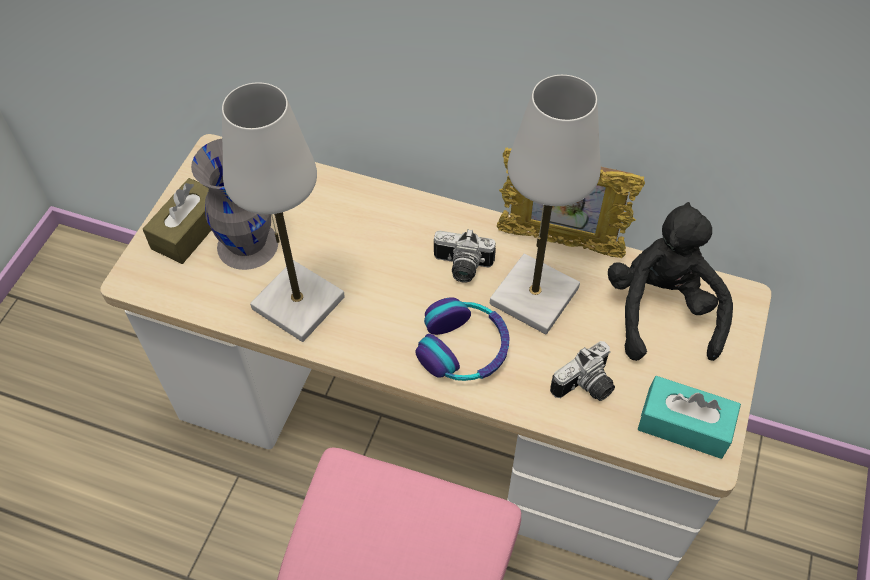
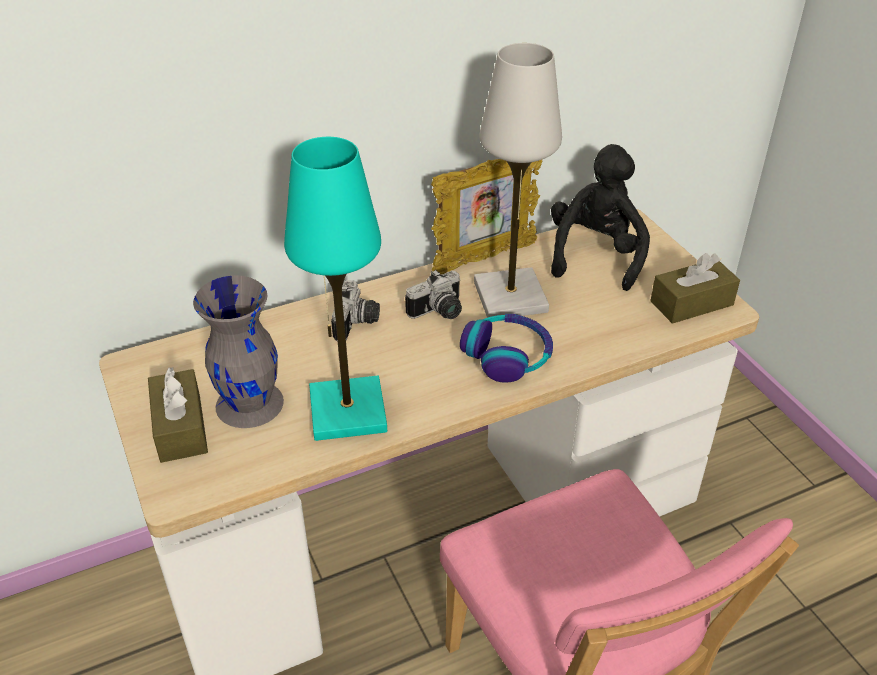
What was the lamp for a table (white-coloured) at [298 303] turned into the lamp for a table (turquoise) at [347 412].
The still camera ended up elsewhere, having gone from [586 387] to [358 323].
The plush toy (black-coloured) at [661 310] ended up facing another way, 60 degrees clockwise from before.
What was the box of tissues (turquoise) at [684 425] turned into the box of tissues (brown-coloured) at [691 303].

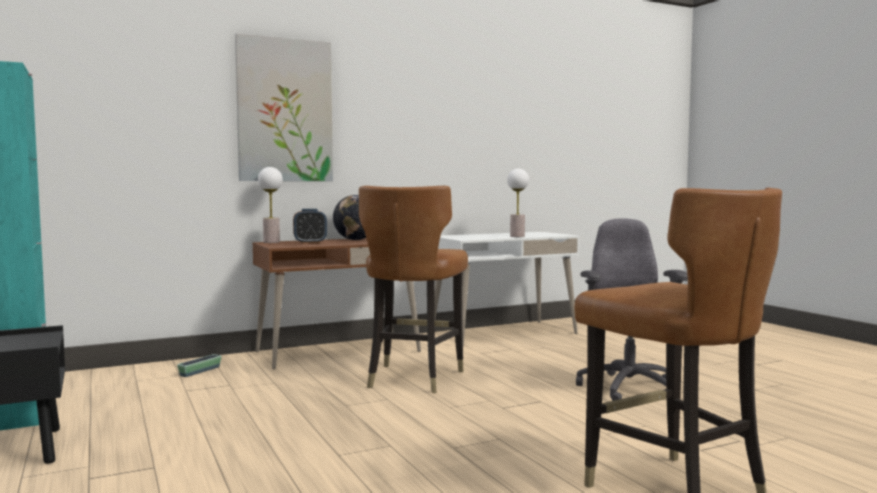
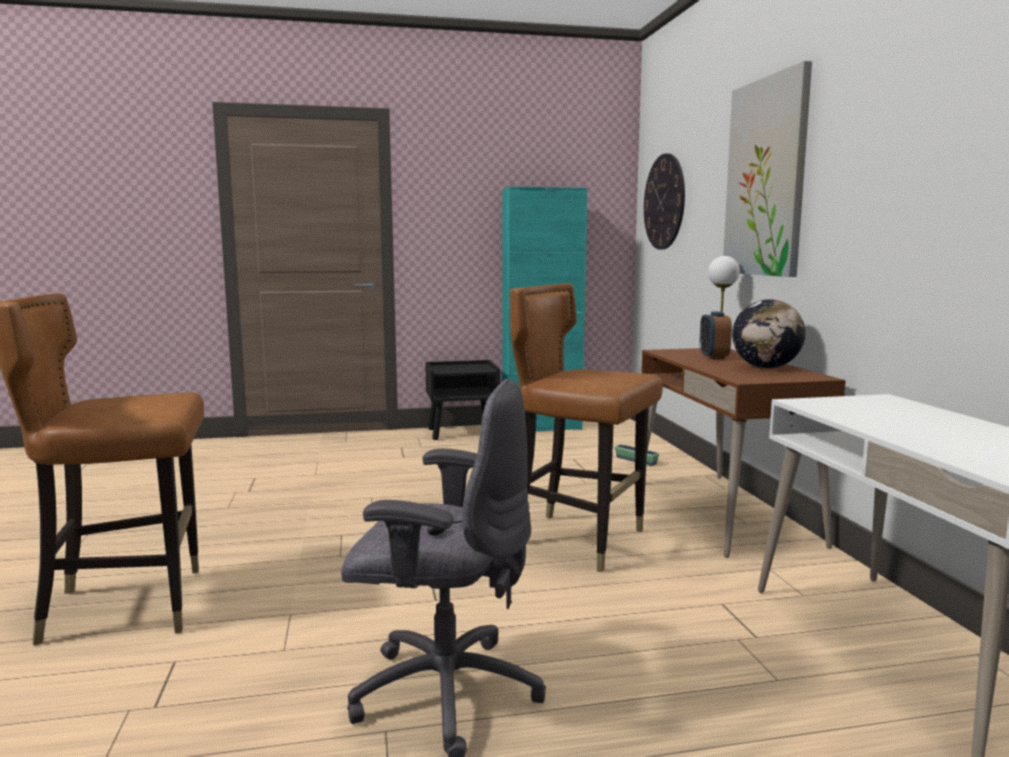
The second view gained the wall clock at [664 202].
The second view lost the lamp for a table at [517 236].

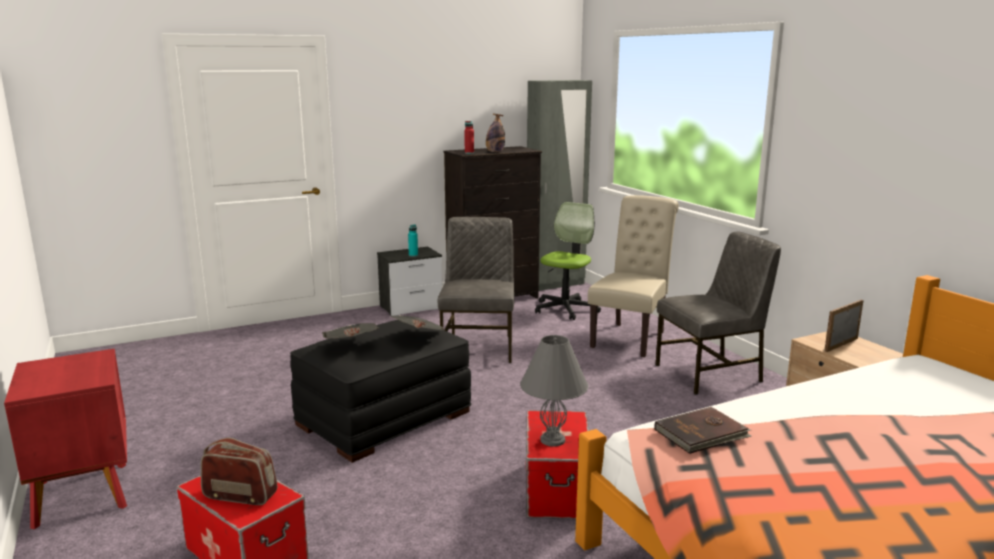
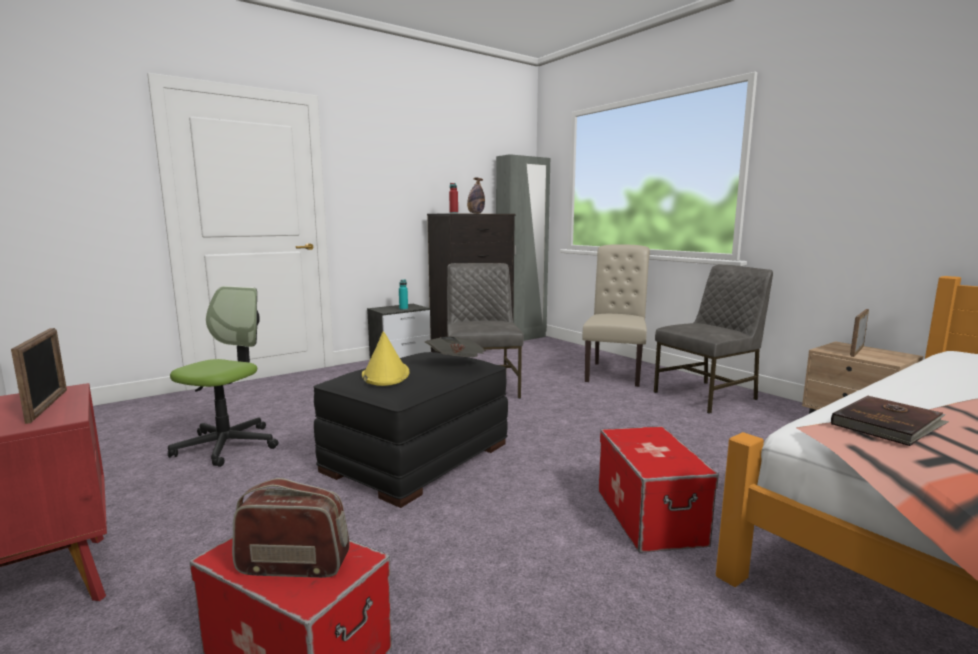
The second view gained the photo frame at [47 406].
The computer chair ended up elsewhere, having gone from [565 309] to [227 445].
Where the daily paper stood at [351 346], the wearable hat (yellow) came to stand at [385 375].
The second view lost the lamp for a table (greyish) at [552 440].

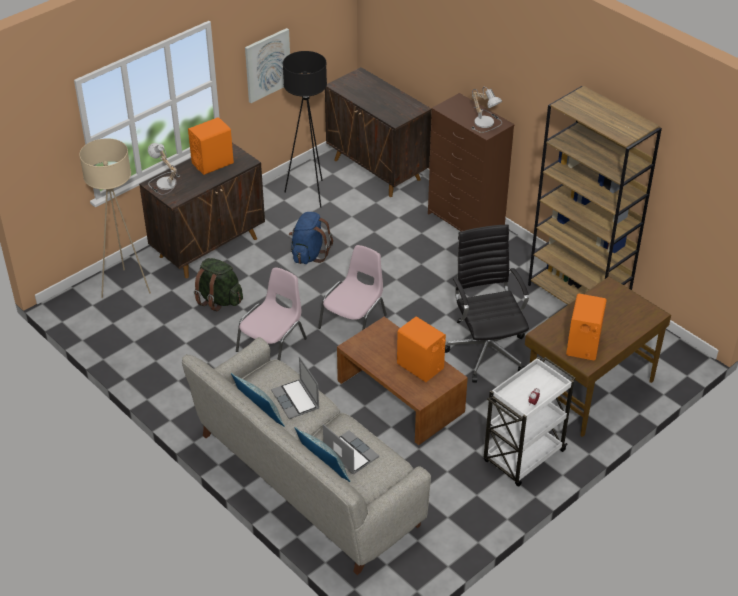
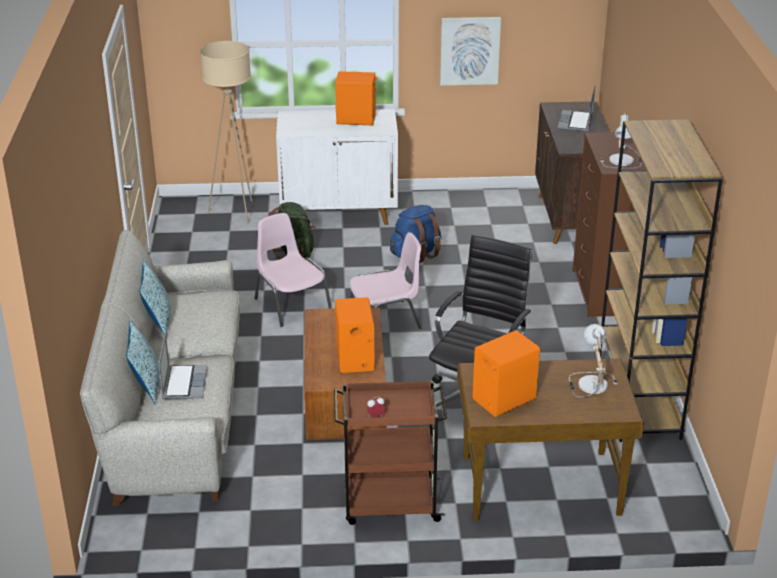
The upright chair (pink) at [273 345] ended up facing another way, 105 degrees counterclockwise from before.
What was the cabinet (brown-coloured) at [209 247] turned into the cabinet (white-coloured) at [339 214].
What was the trolley (white-coloured) at [523 457] turned into the trolley (brown-coloured) at [389 504].
The portable computer ended up elsewhere, having gone from [296 400] to [576 122].
The lamp for a table ended up elsewhere, having gone from [164 183] to [589 384].
The second view lost the standard lamp (black-coloured) at [309 193].

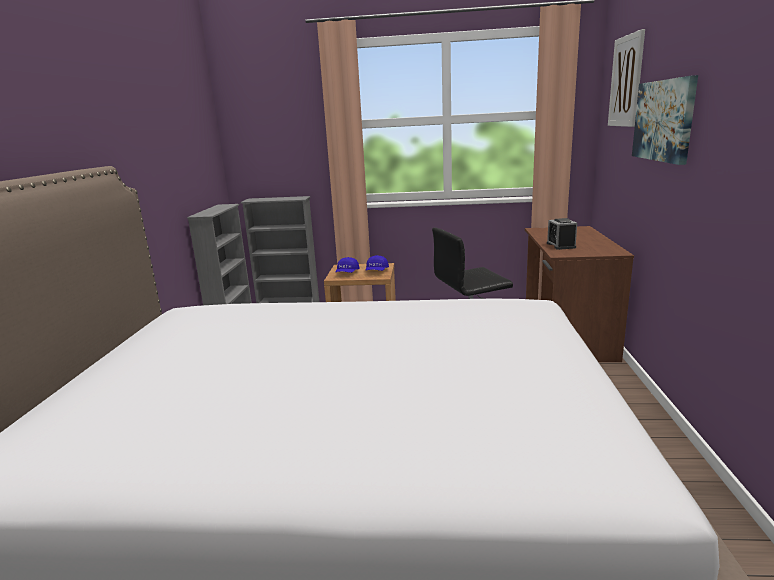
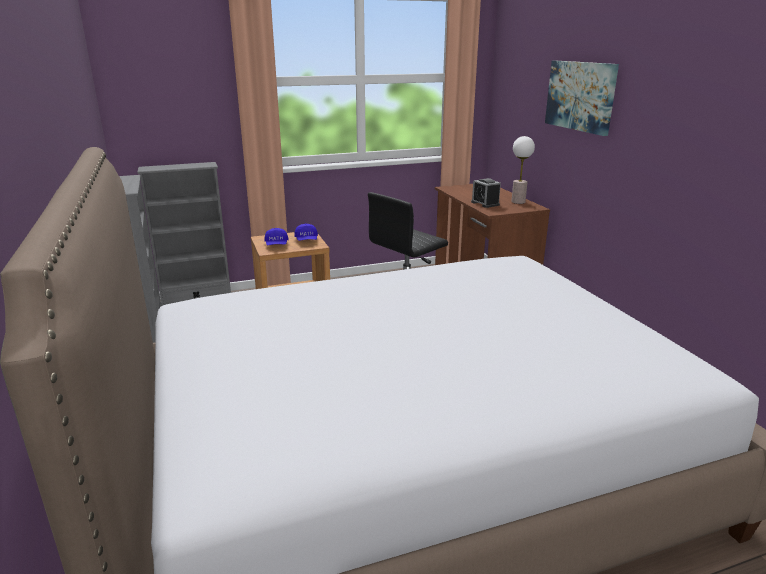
The second view gained the lamp for a table at [518 202].
The second view lost the picture at [626 81].

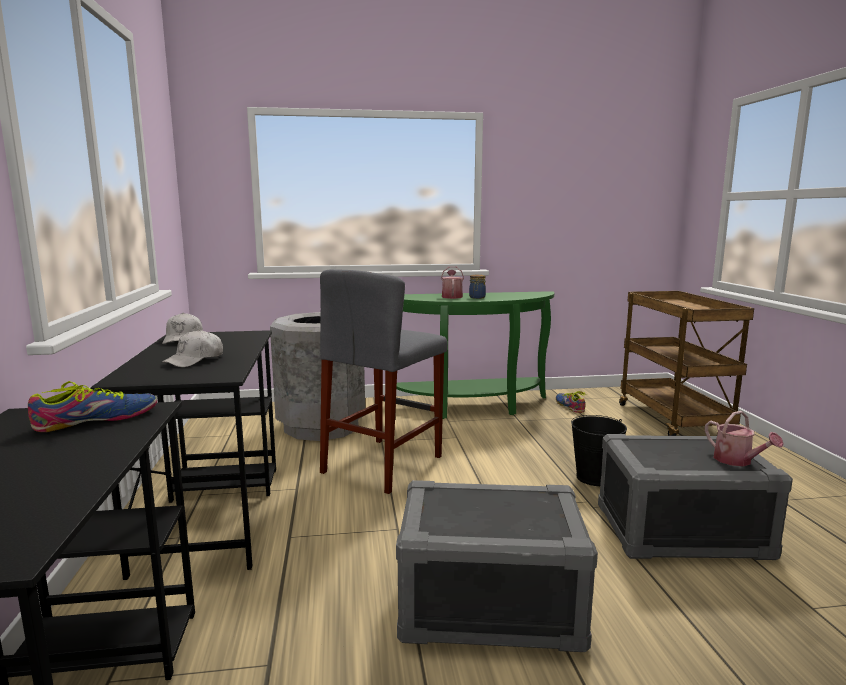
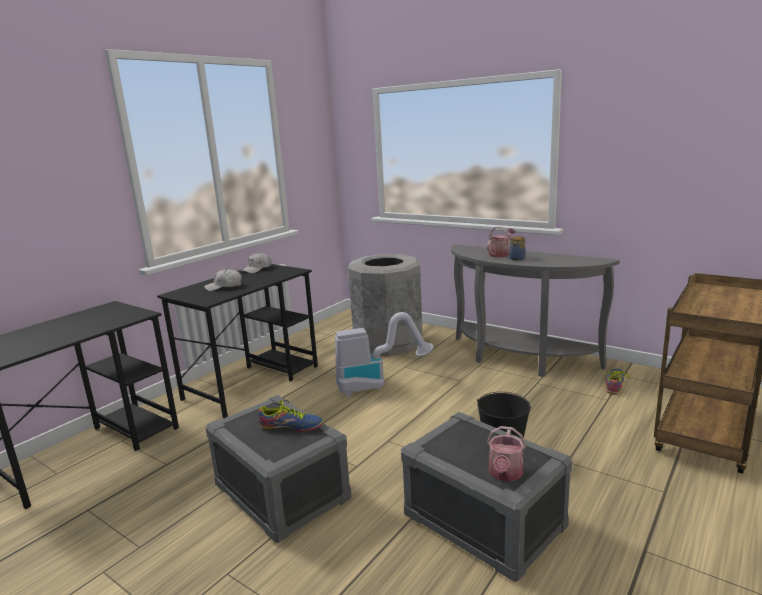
The shoe ended up elsewhere, having gone from [96 419] to [291 426].
Where the sitting stool (greyish) stood at [383 464], the vacuum cleaner came to stand at [377 384].
What was the console table (green-coloured) at [471 407] turned into the console table (greyish) at [518 359].

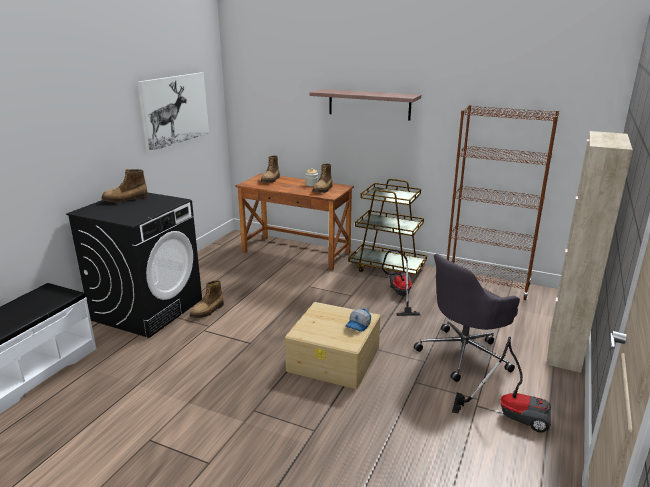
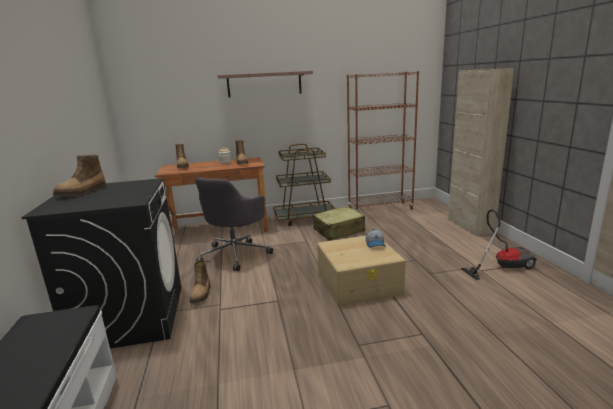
The computer chair (greyish) ended up elsewhere, having gone from [464 354] to [235 254].
Where the vacuum cleaner stood at [399 295], the travel case (beige) came to stand at [339 230].
The second view lost the picture at [175 110].

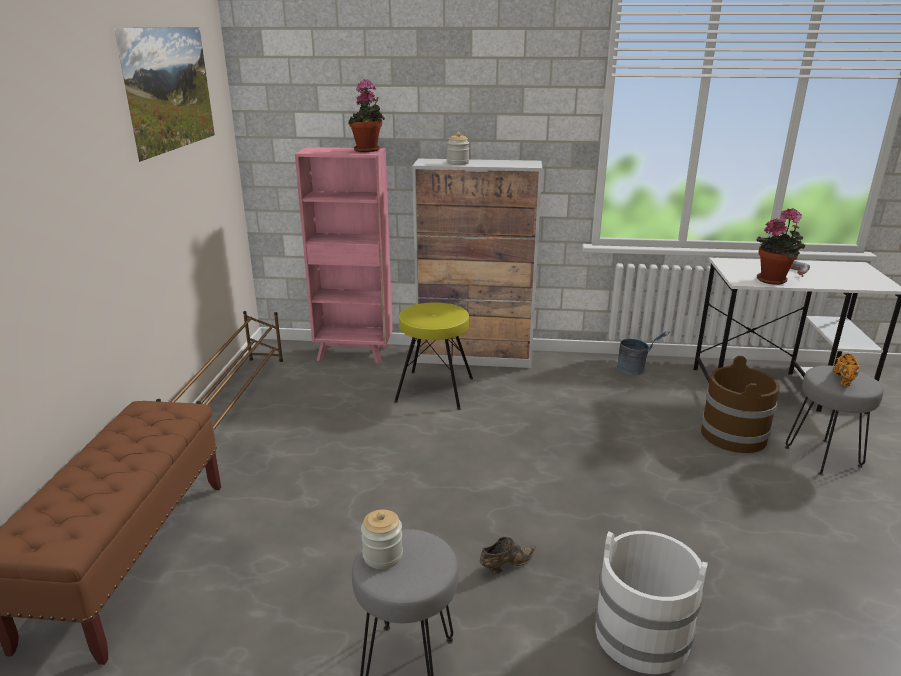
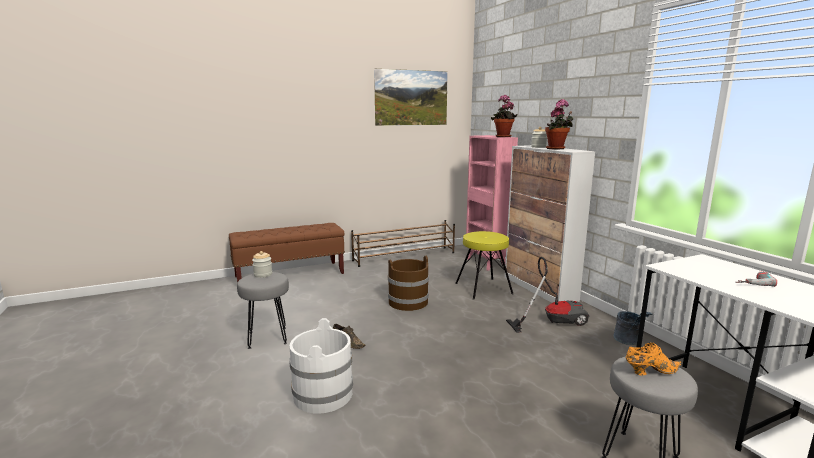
The bucket (brown-coloured) ended up elsewhere, having gone from [733 435] to [408 302].
The second view gained the vacuum cleaner at [552 321].
The potted plant ended up elsewhere, having gone from [774 280] to [557 149].

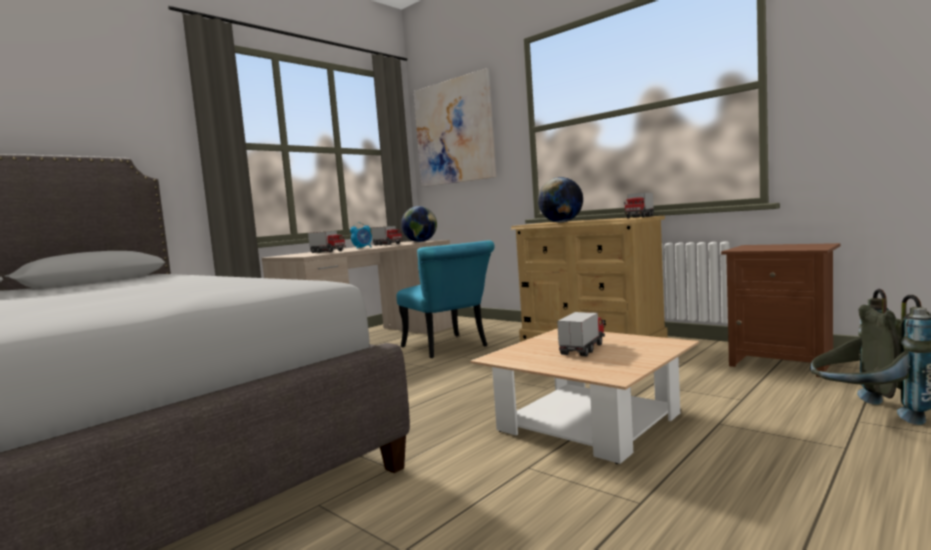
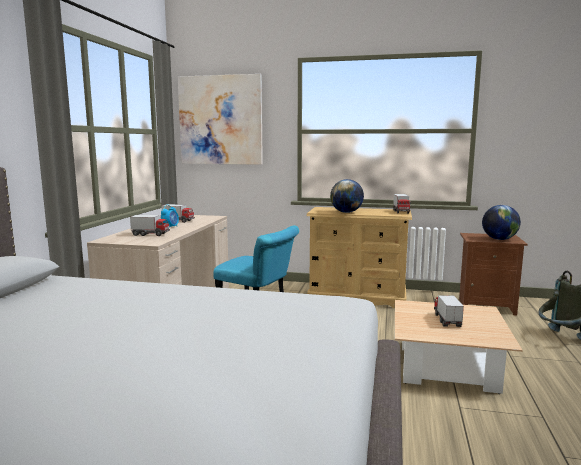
The globe ended up elsewhere, having gone from [420 241] to [499 239].

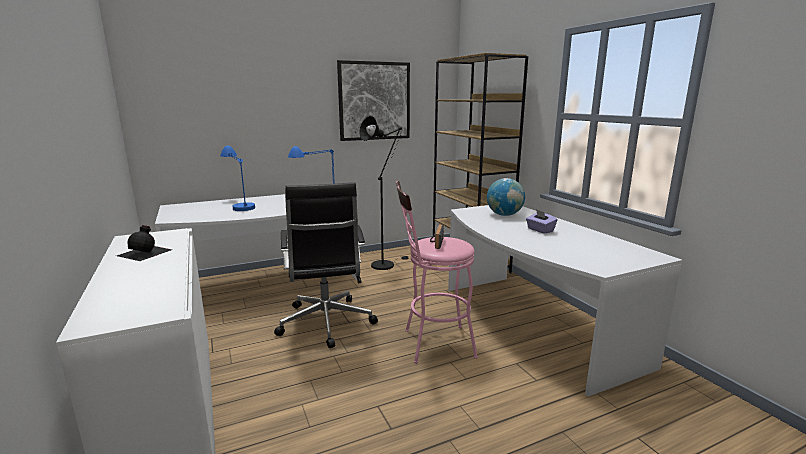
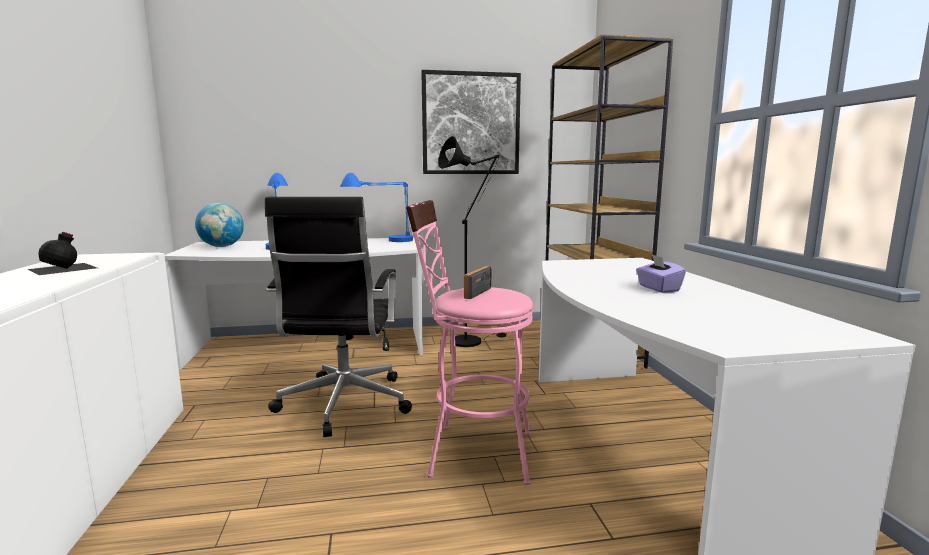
The globe ended up elsewhere, having gone from [504 215] to [222 246].

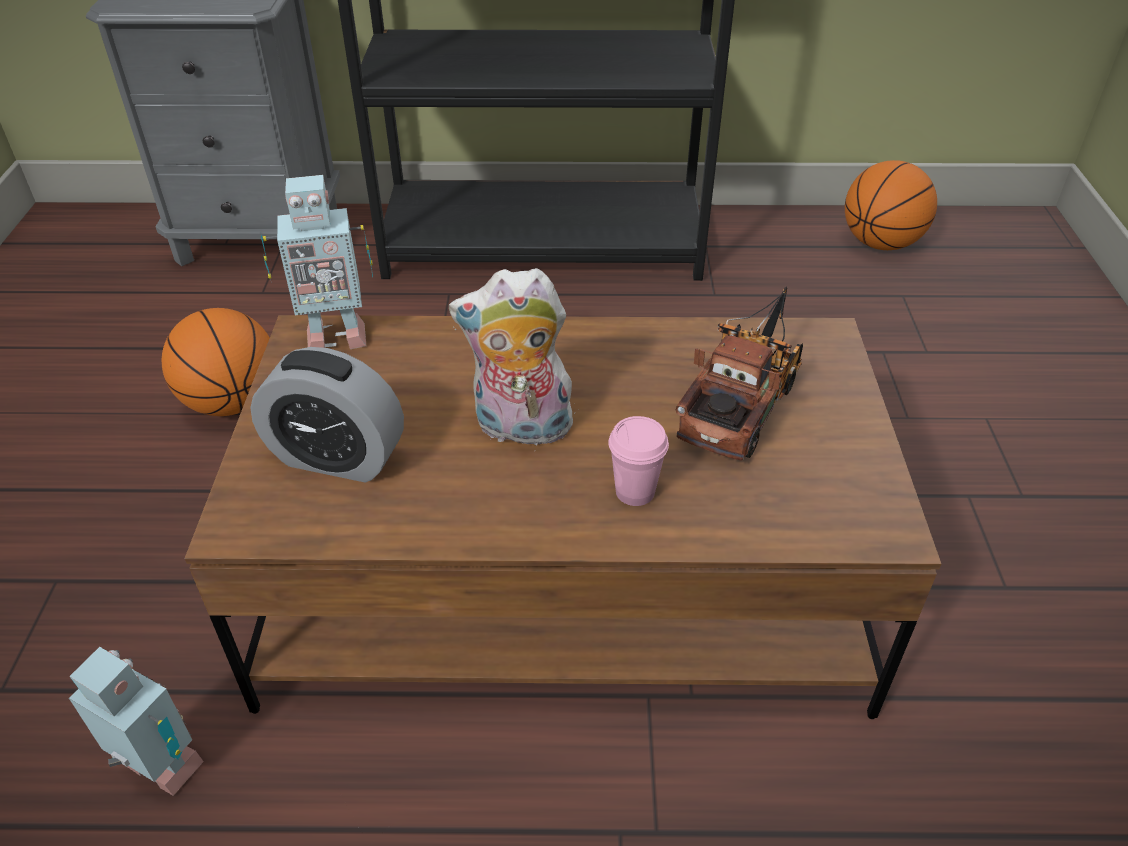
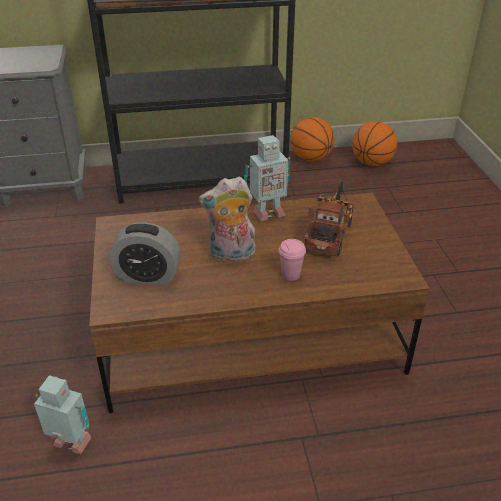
The robot figure ended up elsewhere, having gone from [334 336] to [267 212].
The basketball ended up elsewhere, having gone from [232 402] to [311 158].

